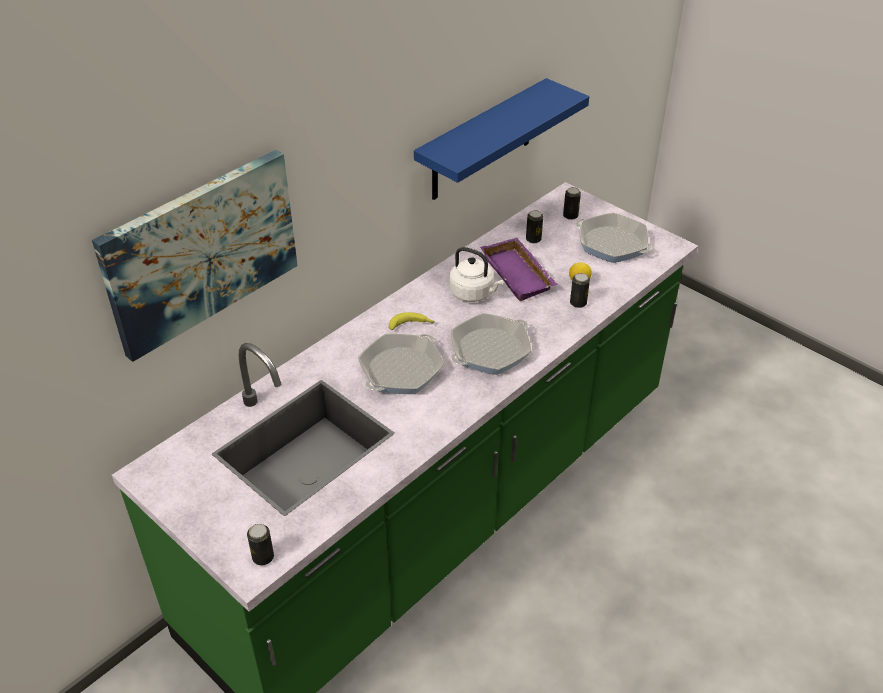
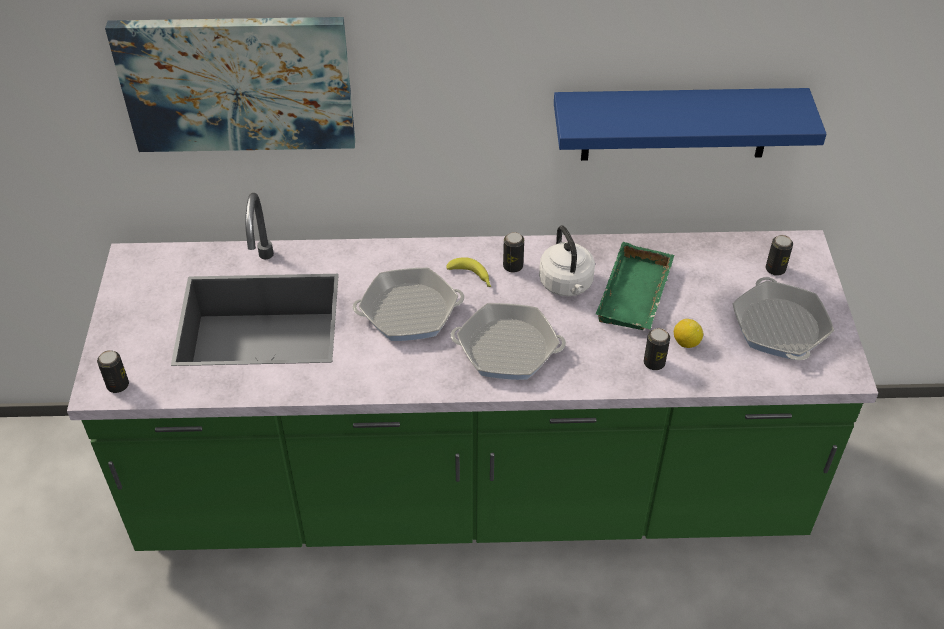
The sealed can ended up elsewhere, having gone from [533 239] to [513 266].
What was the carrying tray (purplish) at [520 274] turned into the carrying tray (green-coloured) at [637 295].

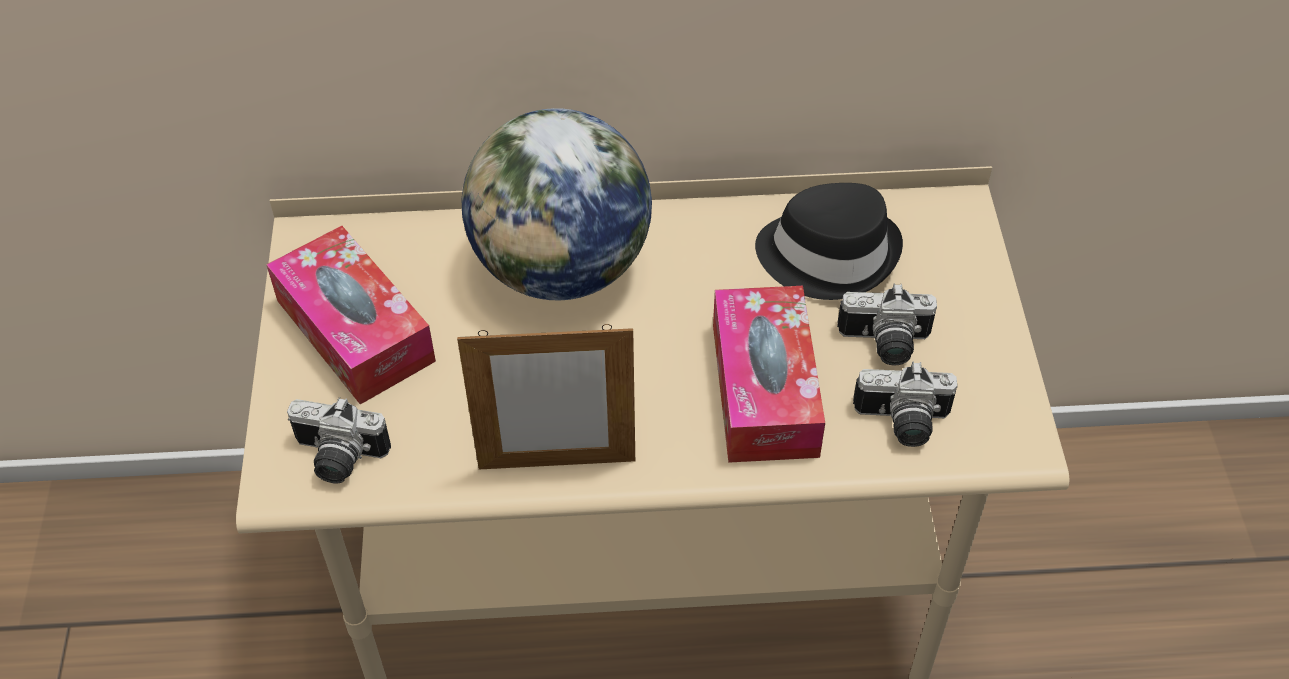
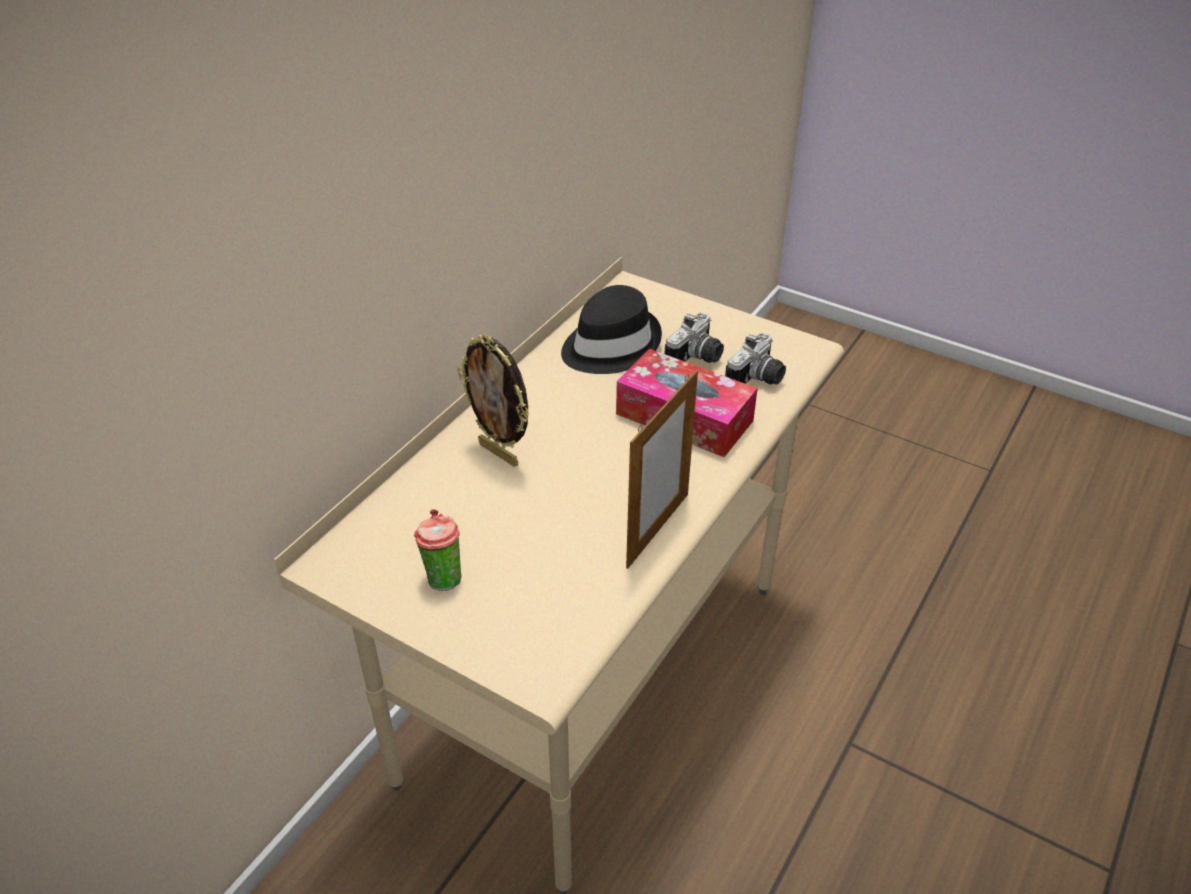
Where the box of tissues stood at [355 330], the small cup came to stand at [442 577].
Where the globe stood at [562 269], the photo frame came to stand at [500 453].
The second view lost the still camera at [337 459].

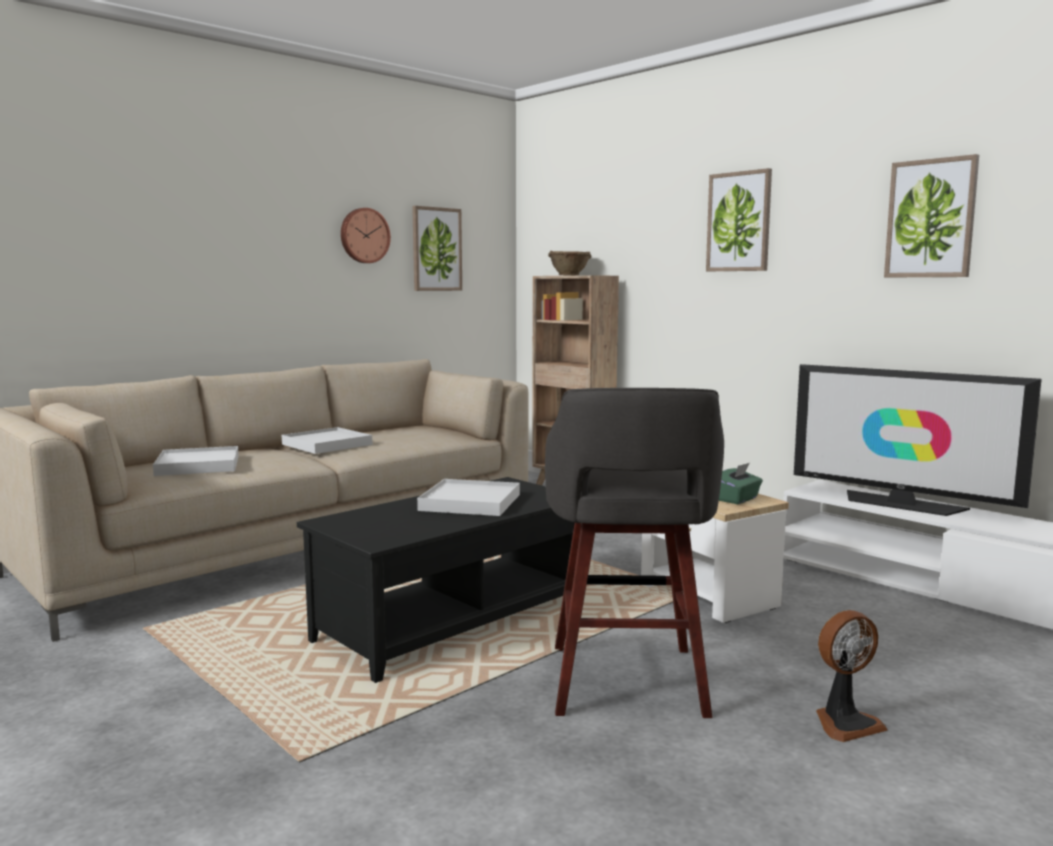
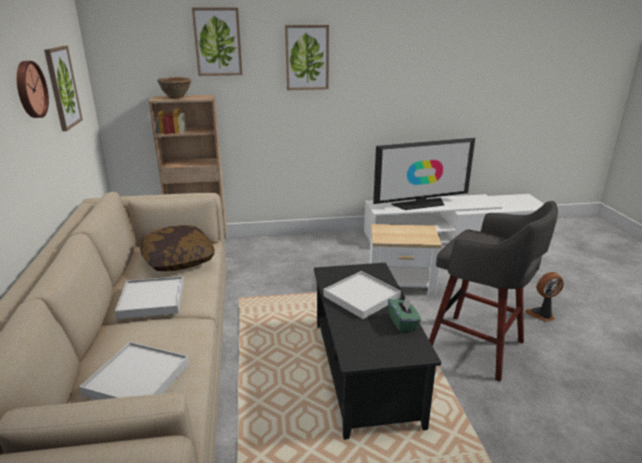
The second view gained the pillow at [178 260].
The picture ended up elsewhere, having gone from [931 219] to [218 42].
The box of tissues (green-coloured) ended up elsewhere, having gone from [738 499] to [403 323].
The cooling fan at [845 723] ended up facing another way, 120 degrees counterclockwise from before.

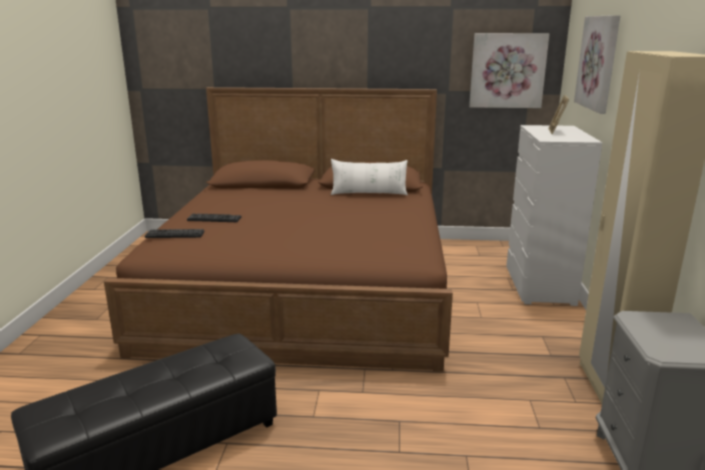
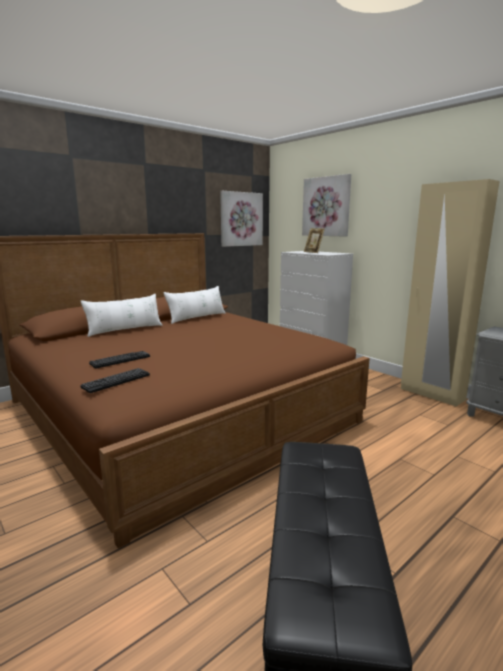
The second view gained the pillow (white-coloured) at [125 330].

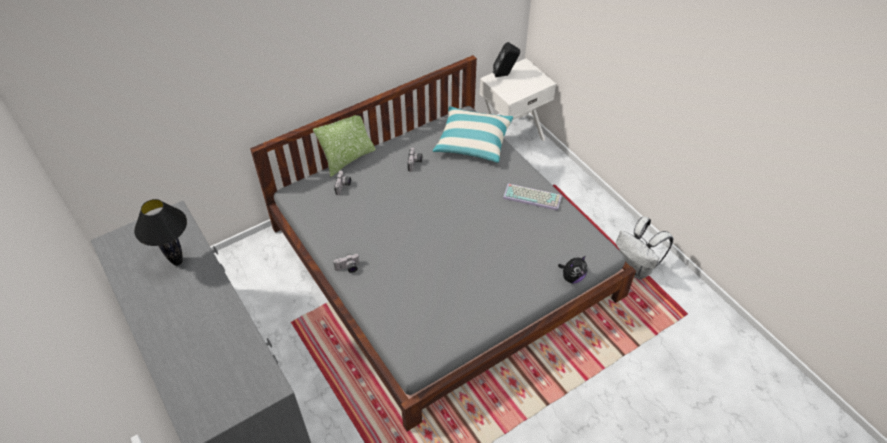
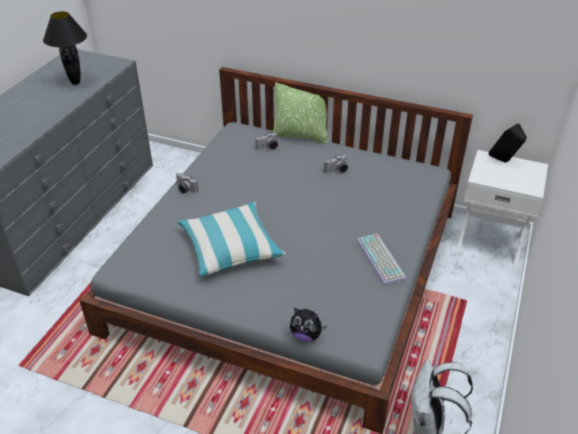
The pillow ended up elsewhere, having gone from [473 141] to [230 247].

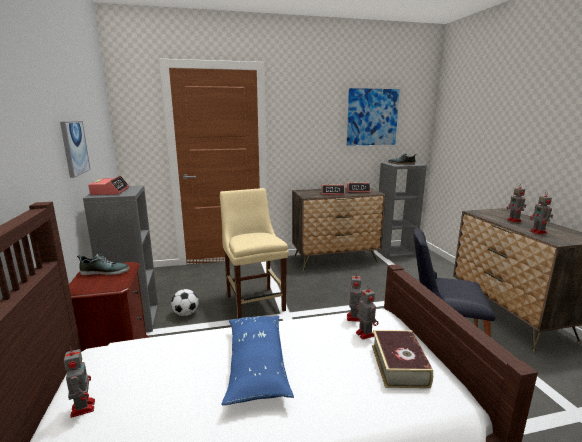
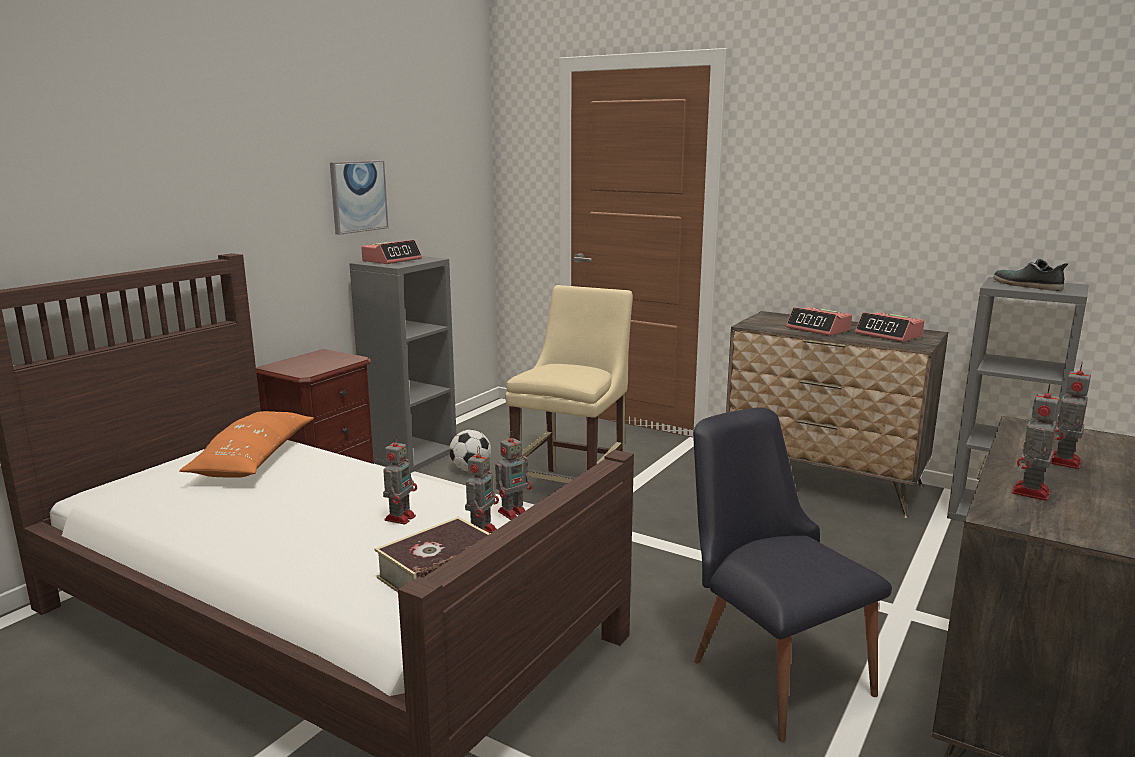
The second view gained the pillow (orange-coloured) at [253 459].
The robot figure ended up elsewhere, having gone from [83 407] to [401 517].
The second view lost the shoe at [105 272].
The second view lost the pillow (blue) at [256 365].
The second view lost the picture at [372 117].

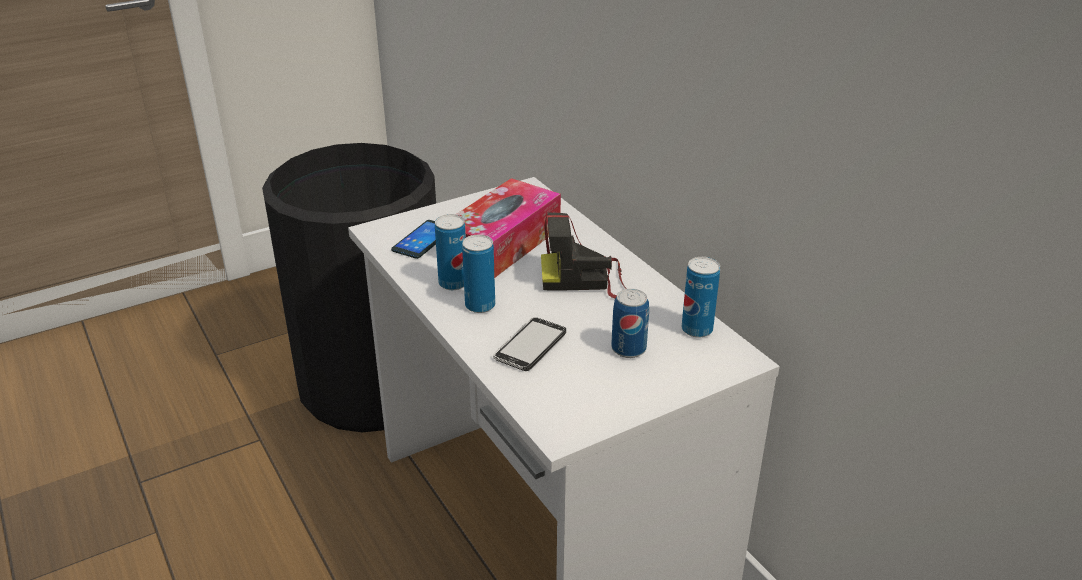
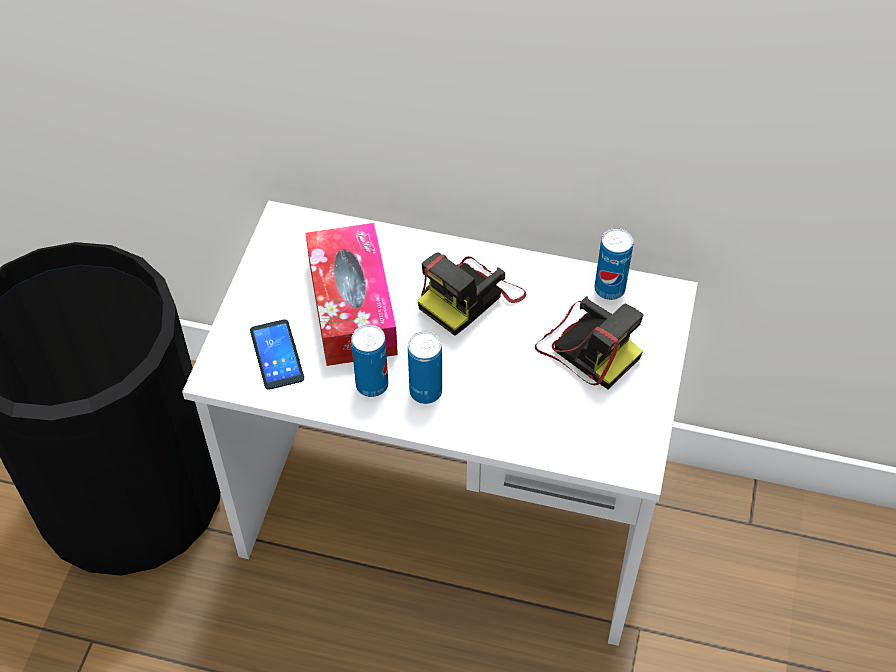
Where the sealed can stood at [628 349], the still camera came to stand at [587 347].
The second view lost the phone at [530 346].

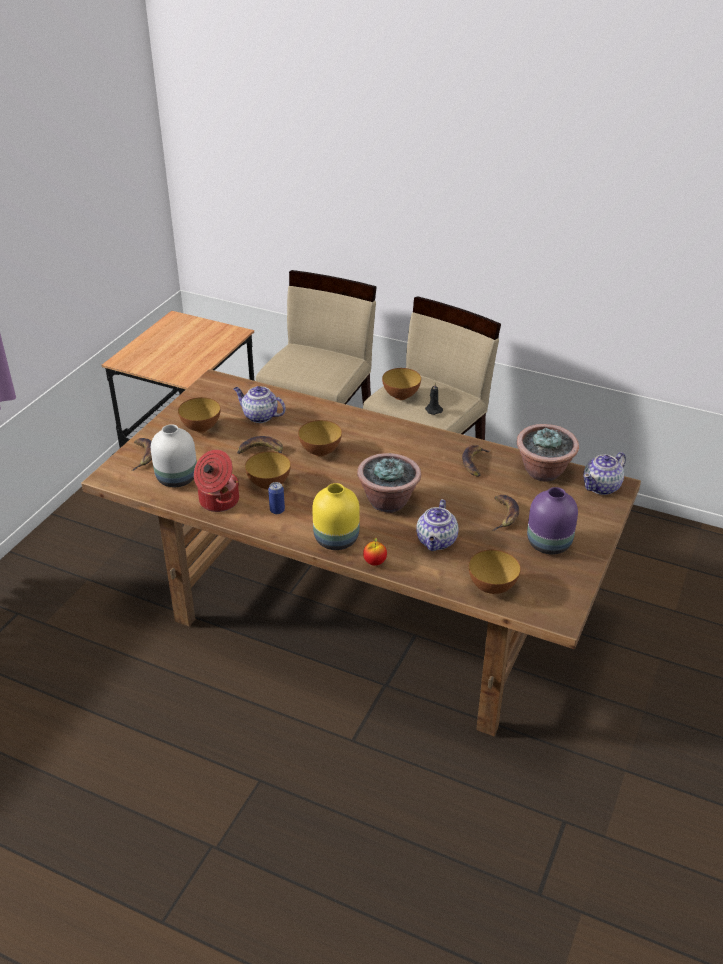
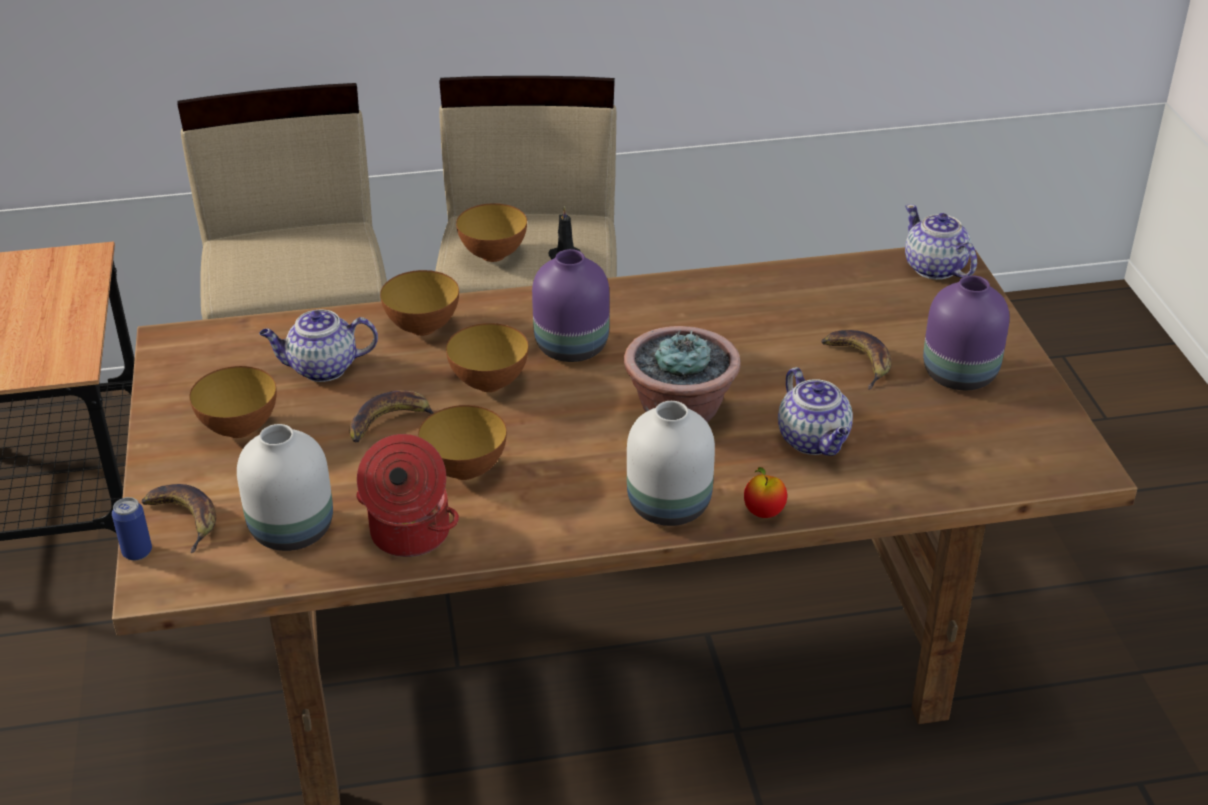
The sealed can ended up elsewhere, having gone from [277 510] to [137 552].
The deep dish ended up elsewhere, having gone from [492 587] to [422 328].
The second view gained the vase (purplish) at [571 348].
What was the vase (yellow) at [335 540] turned into the vase (white-coloured) at [667 507].
The tea pot at [602 487] ended up facing another way, 135 degrees clockwise from before.
The second view lost the whole banana at [474 463].
The second view lost the potted plant at [544 472].

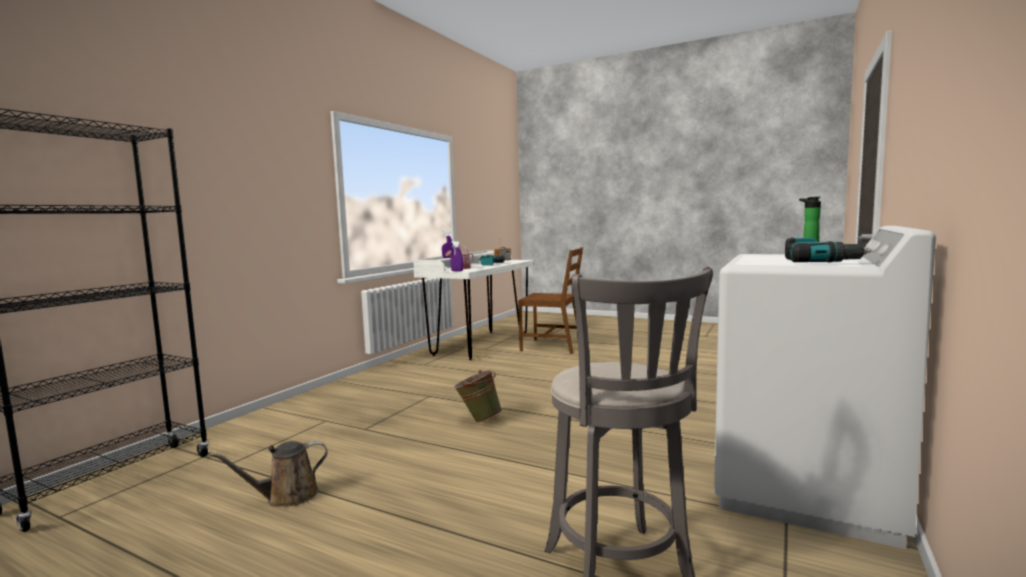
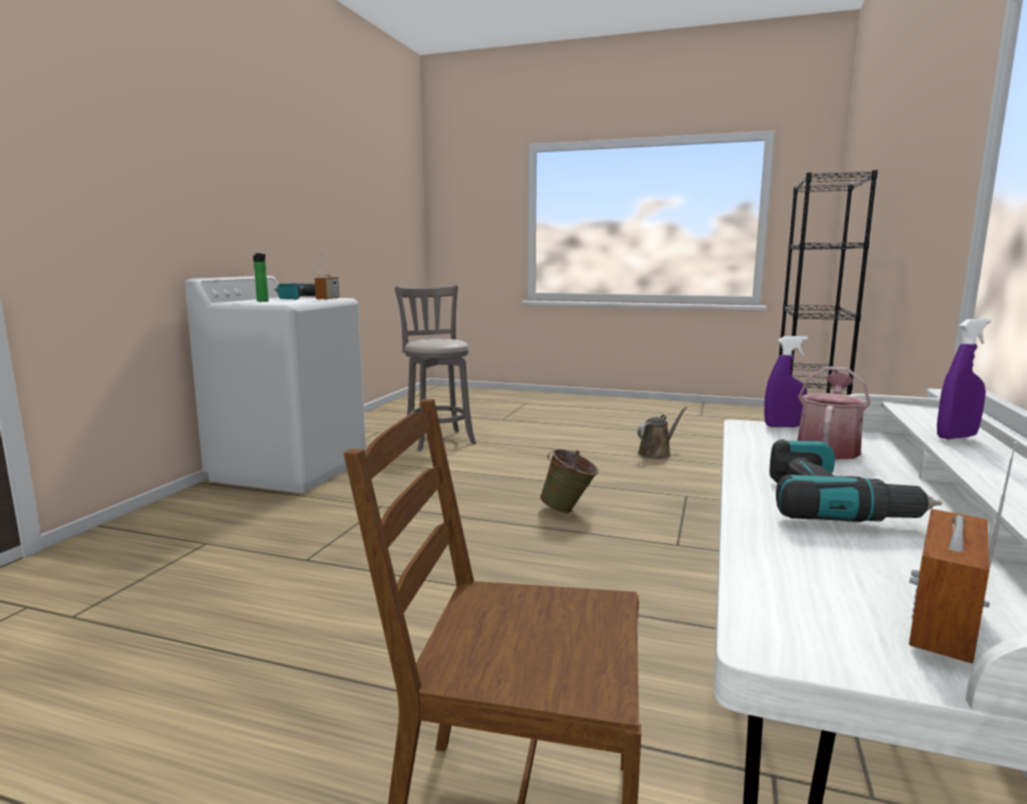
The second view gained the radio set at [328 299].

